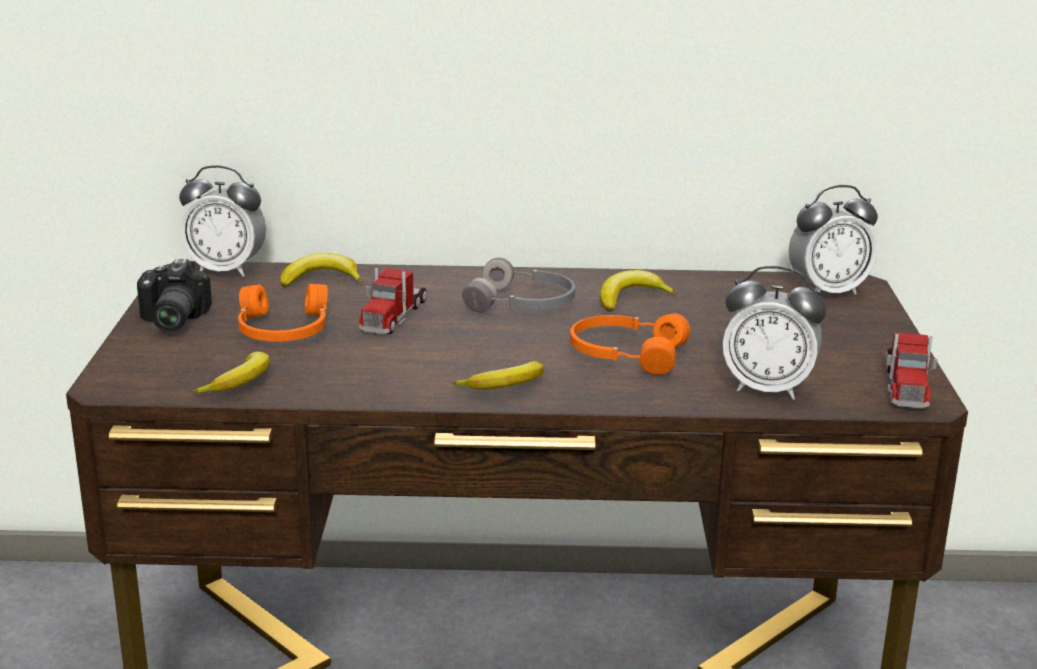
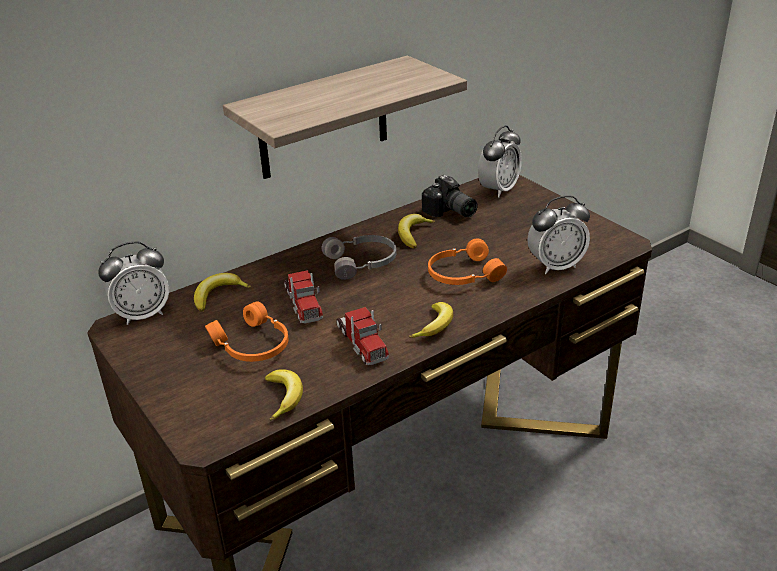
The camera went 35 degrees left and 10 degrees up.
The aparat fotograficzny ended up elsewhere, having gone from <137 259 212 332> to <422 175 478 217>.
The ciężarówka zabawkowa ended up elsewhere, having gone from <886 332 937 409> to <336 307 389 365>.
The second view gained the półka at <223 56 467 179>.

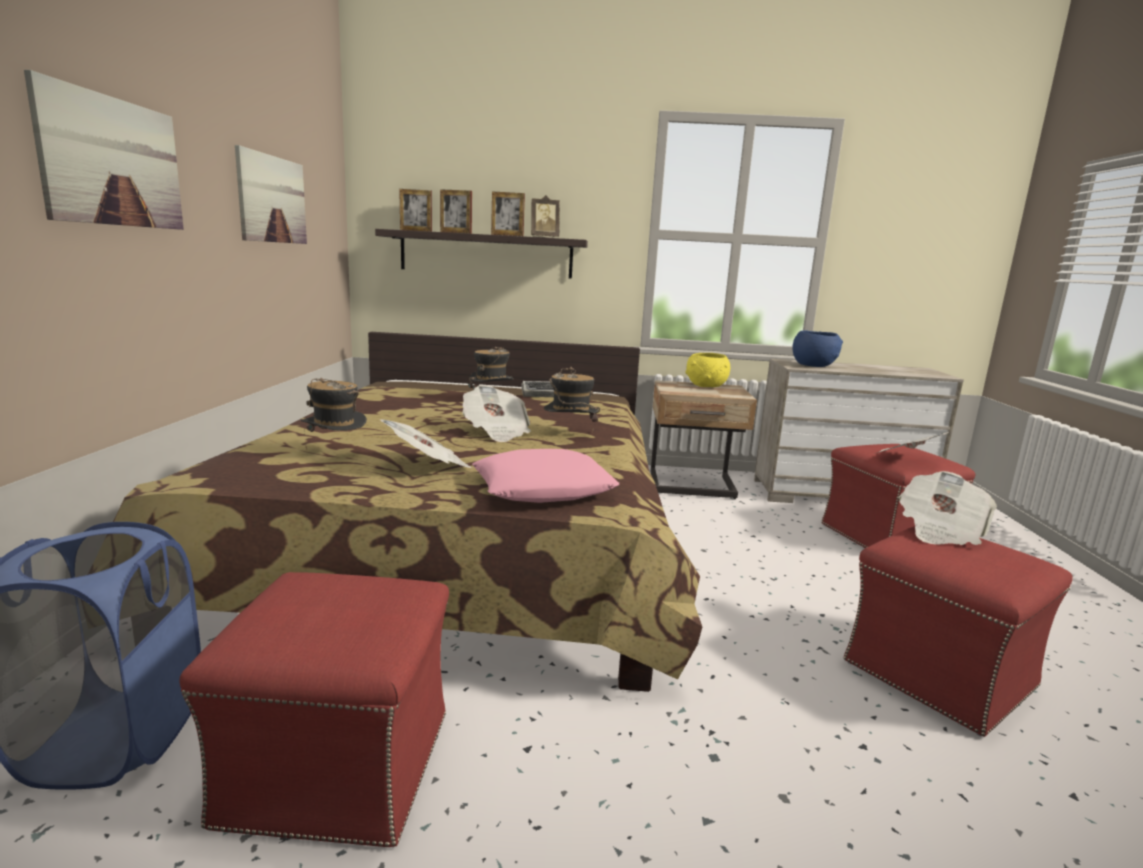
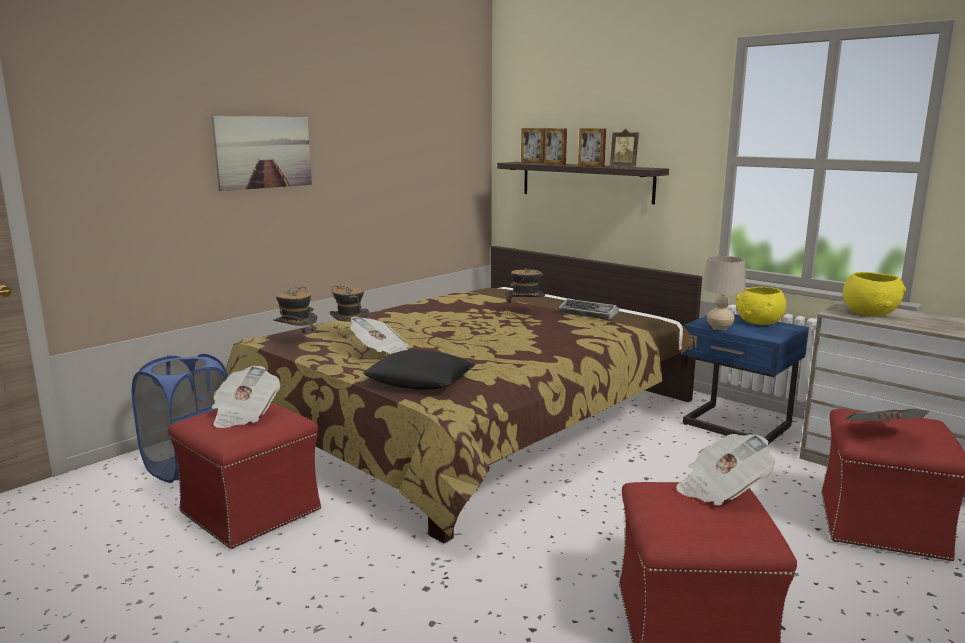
The camera went 40 degrees right and 0 degrees up.
The second view lost the obraz at <235 145 307 244>.
The gazeta ended up elsewhere, having gone from <462 385 531 442> to <211 366 280 428>.
What was the poduszka [różowy] at <472 449 619 503> turned into the poduszka [czarny] at <363 350 475 390>.
The kapelusz ended up elsewhere, having gone from <544 367 600 433> to <273 286 318 342>.
What was the szafka nocna [beżowy] at <651 380 757 499> turned into the szafka nocna [niebieski] at <681 314 809 444>.
What was the miska [niebieski] at <792 331 843 367> turned into the miska [żółty] at <843 272 906 316>.
The second view gained the lampa stołowa [beżowy] at <701 256 746 330>.

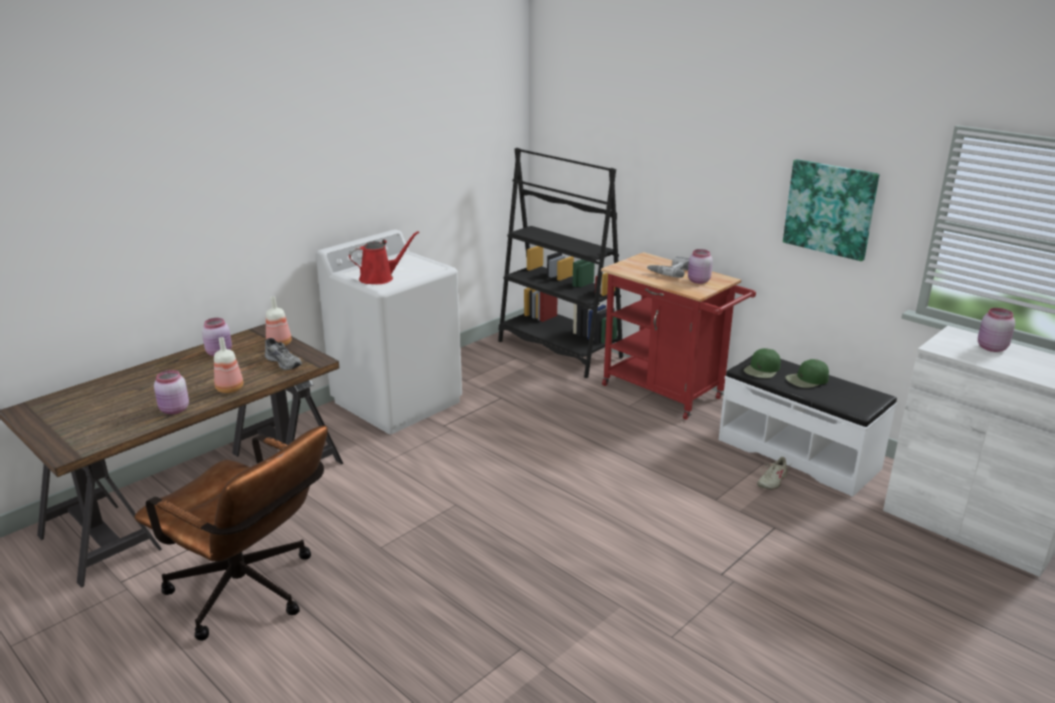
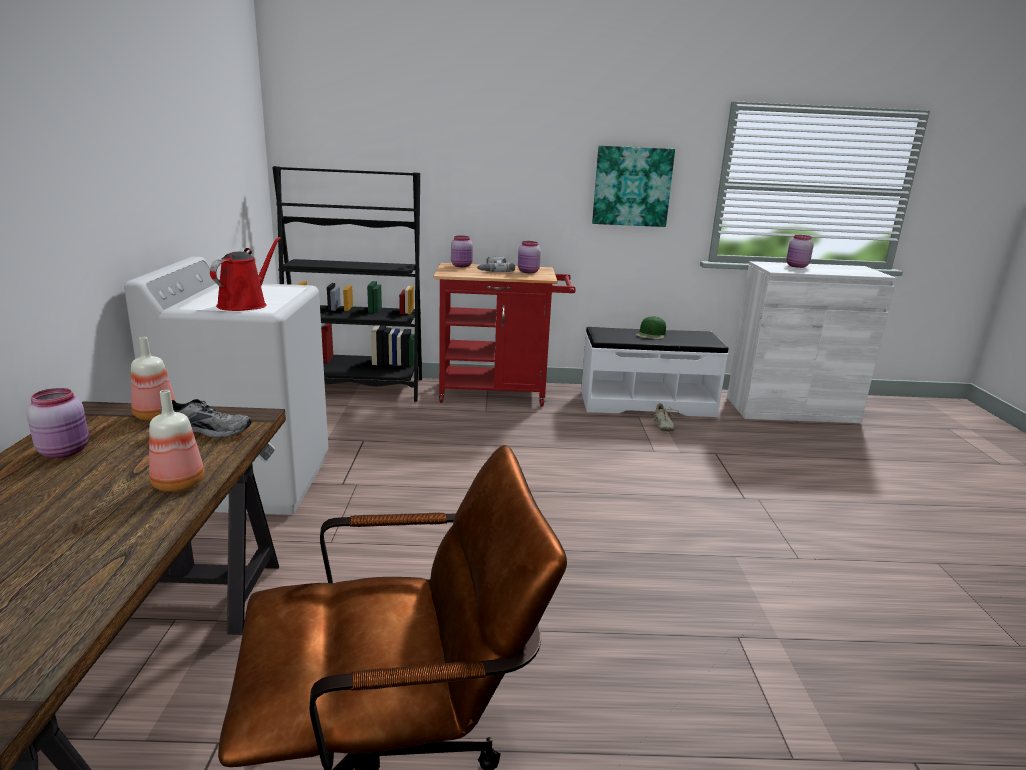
The camera went 45 degrees left and 5 degrees down.
The słoik [różowy] ended up elsewhere, having gone from <154 370 189 414> to <451 236 473 267>.
The second view lost the czapka z daszkiem [zielony] at <744 348 781 378>.

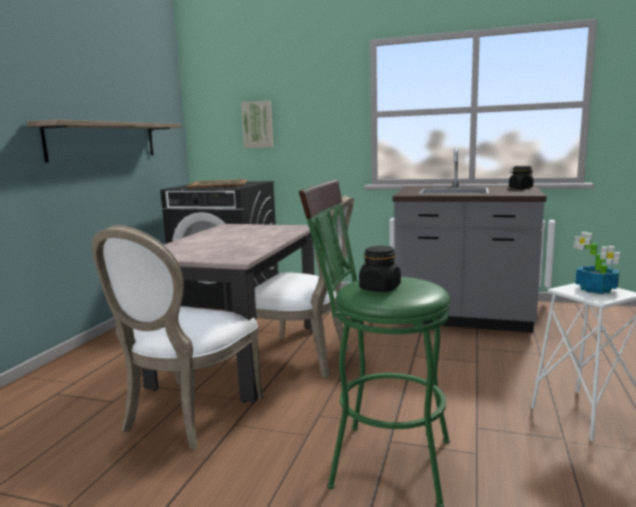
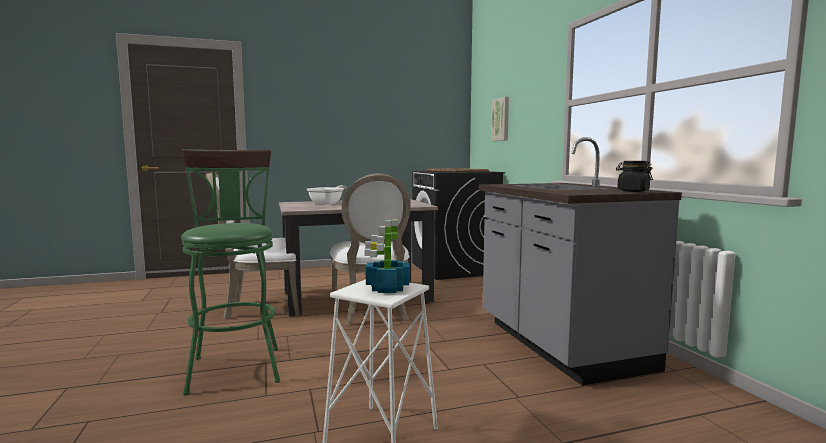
The camera went 55 degrees right and 5 degrees down.
The second view lost the półka at <27 120 181 163>.
The second view lost the słoik [czarny] at <359 246 401 292>.
The second view gained the patelnia at <307 185 347 205>.

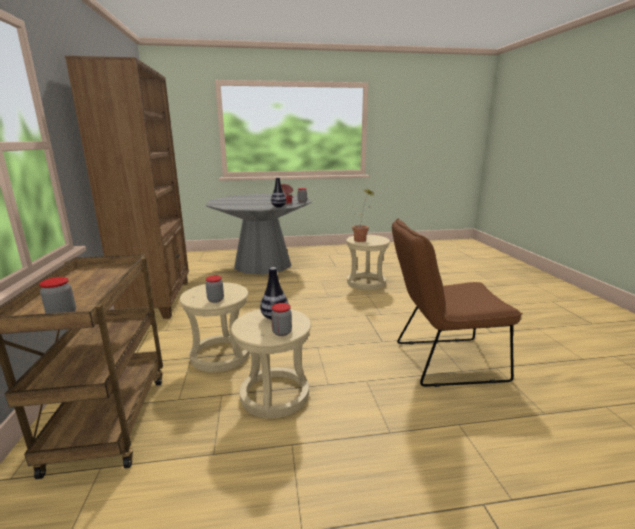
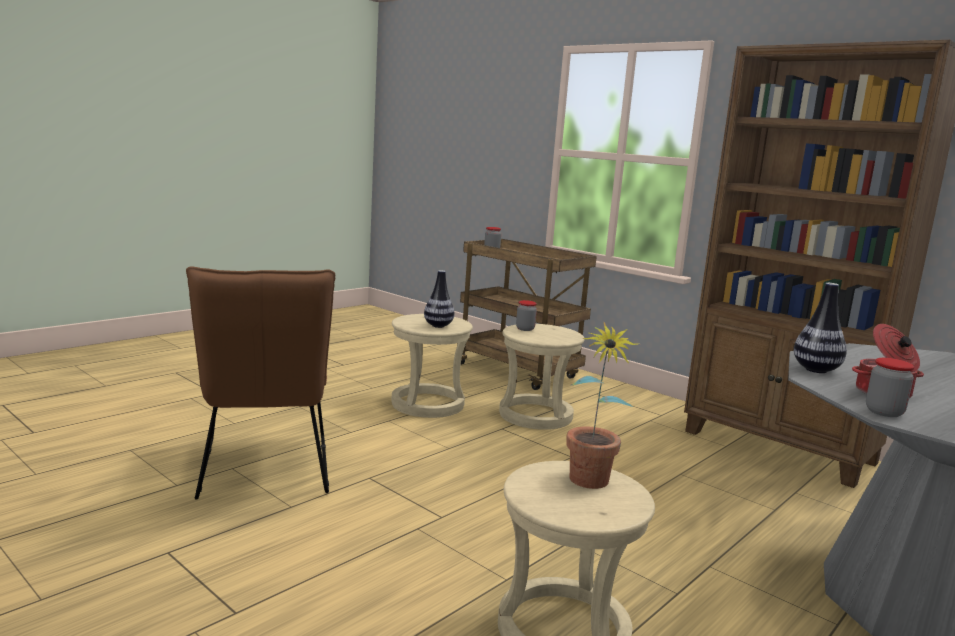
The camera went 140 degrees right and 5 degrees down.
The second view lost the słoik at <271 303 292 336>.
The krzesło [brązowy] at <392 218 523 387> ended up facing another way, 120 degrees clockwise from before.

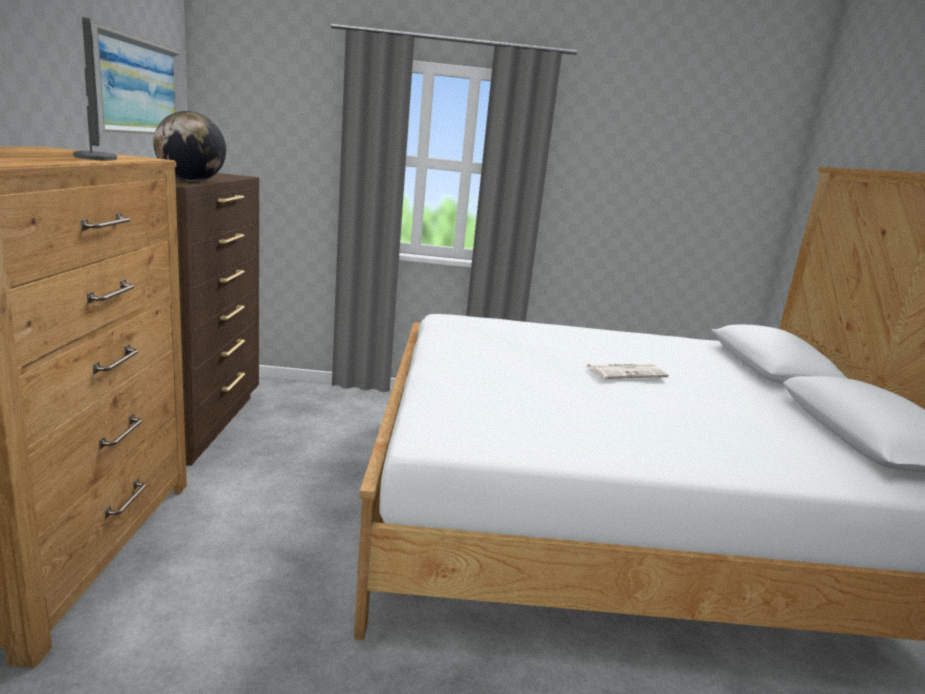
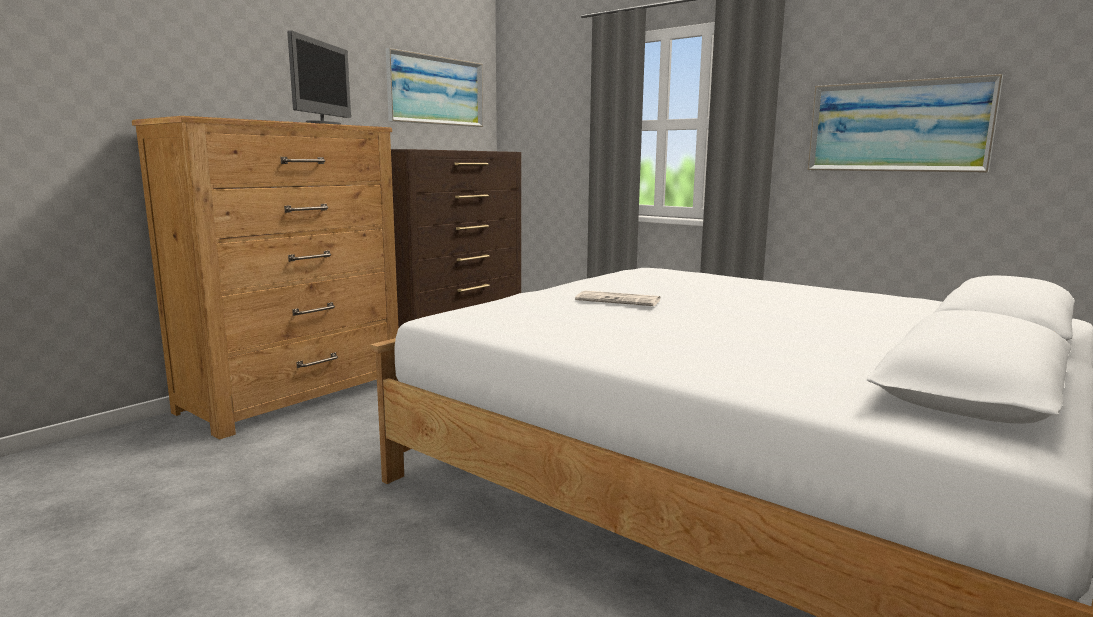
The camera went 40 degrees right and 5 degrees down.
The second view lost the globus at <153 111 226 182>.
The gazeta ended up elsewhere, having gone from <587 364 669 379> to <575 291 661 306>.
The second view gained the obraz at <807 74 1003 173>.

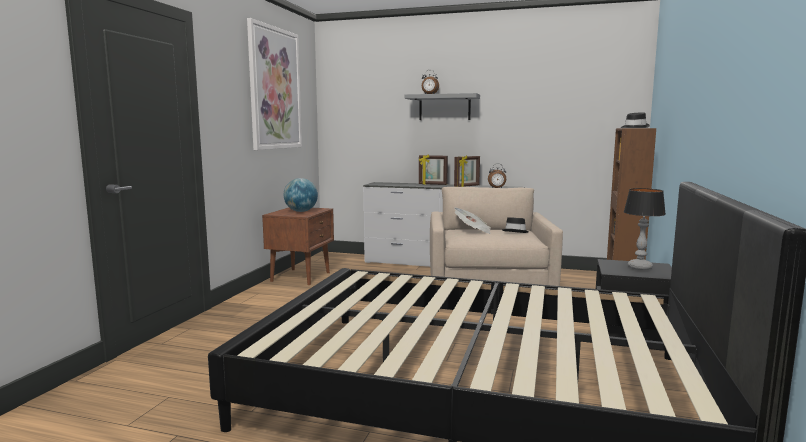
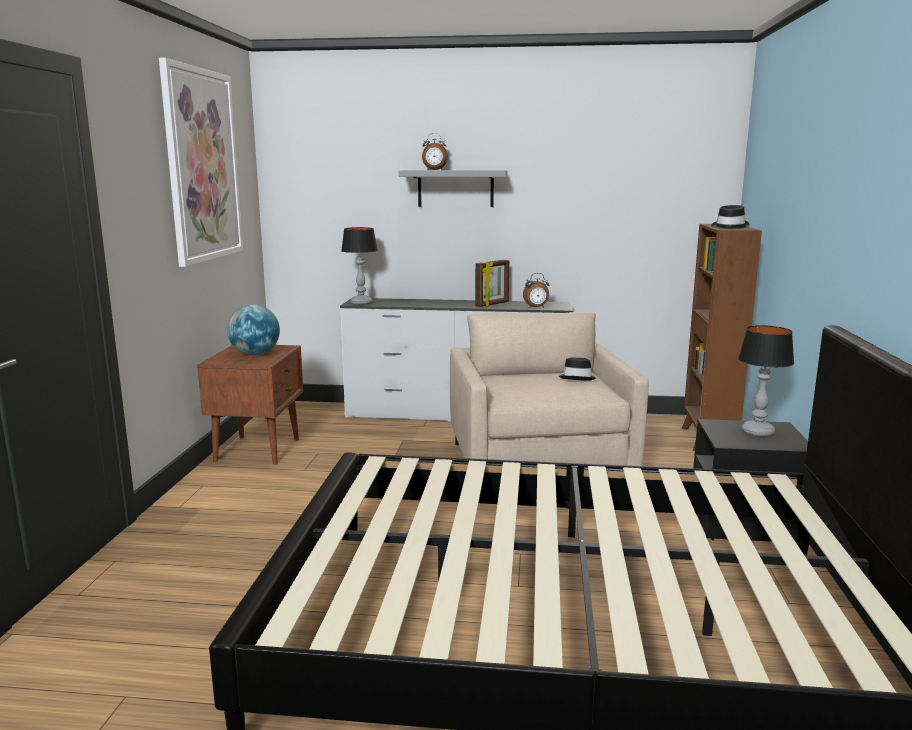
The camera went 10 degrees left and 5 degrees up.
The second view lost the ramka na zdjęcie at <419 154 448 185>.
The second view lost the gazeta at <454 207 491 234>.
The second view gained the lampa stołowa at <341 227 378 305>.

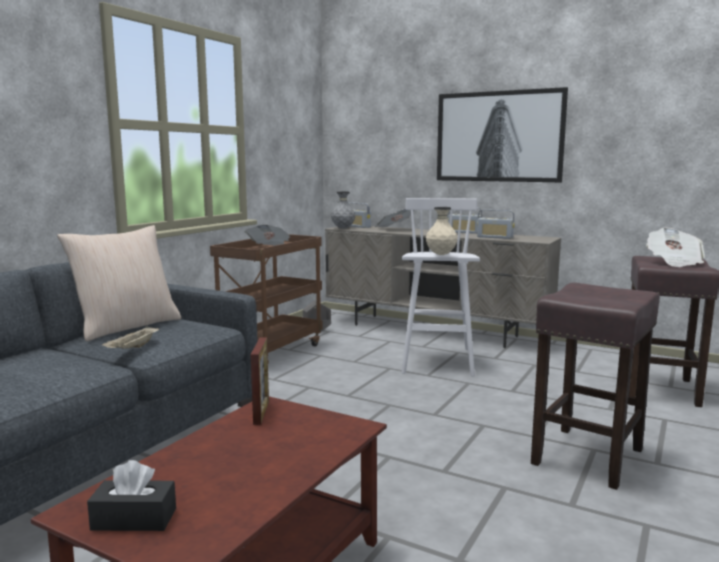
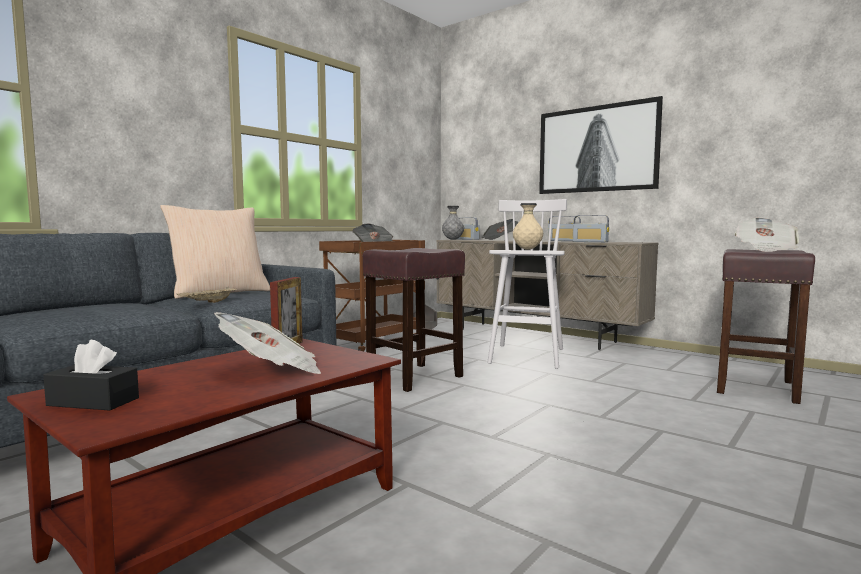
The camera went 10 degrees right and 5 degrees down.
The stołek [brązowy] ended up elsewhere, having gone from <531 283 660 490> to <363 248 465 392>.
The second view gained the gazeta at <214 312 321 374>.

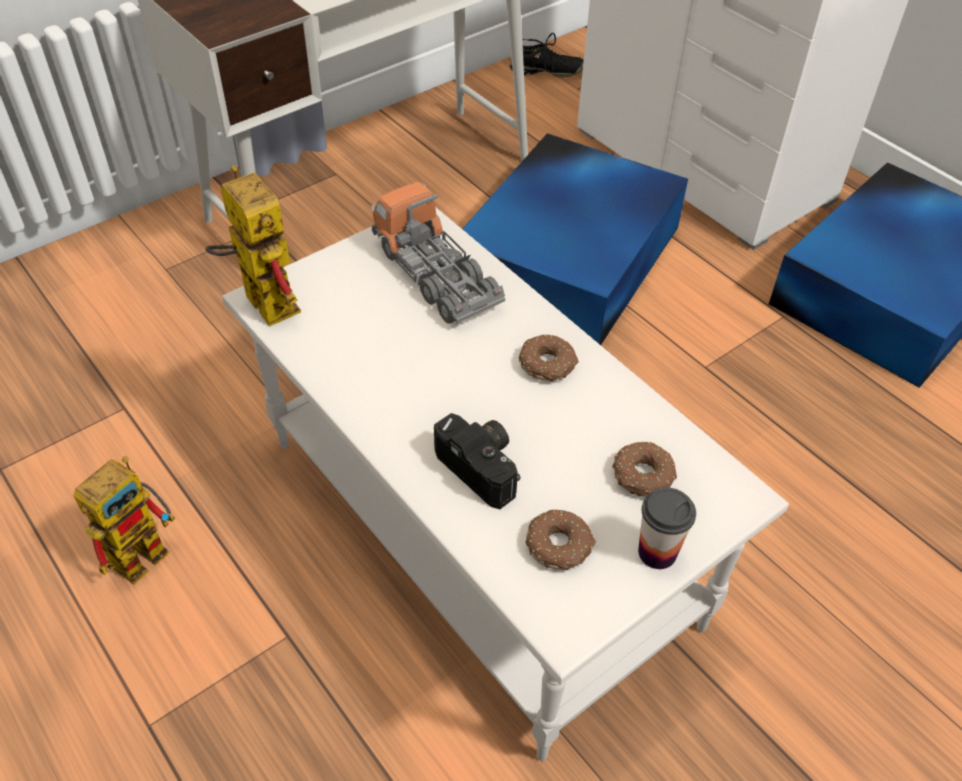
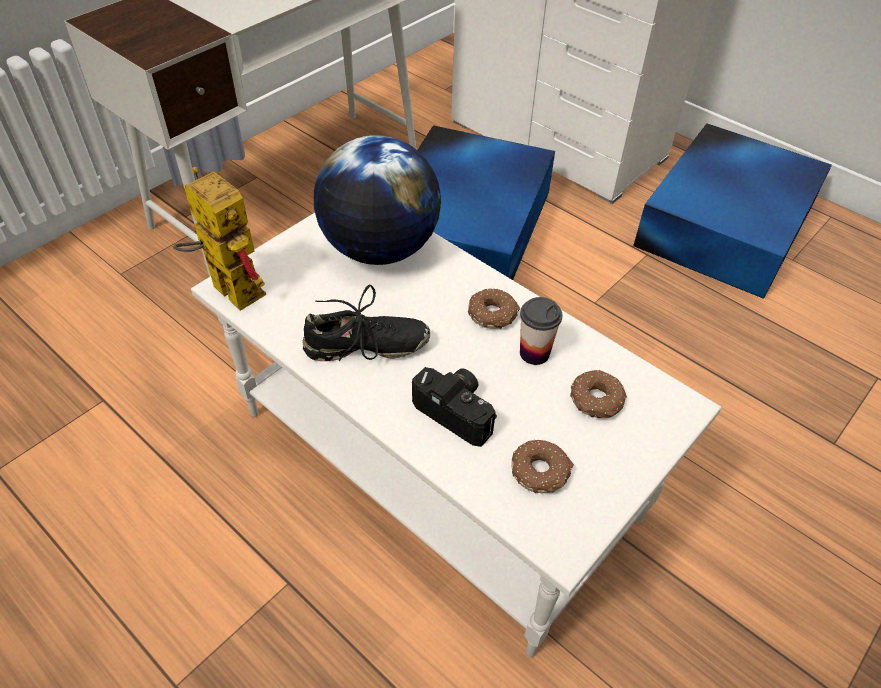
The camera went 10 degrees left and 0 degrees up.
The second view lost the robot zabawkowy at <73 456 175 585>.
Where the ciężarówka zabawkowa stood at <371 181 505 324>, the globus came to stand at <314 135 441 265>.
The but [czarny] ended up elsewhere, having gone from <510 33 584 78> to <302 285 430 361>.
The filiżanka ended up elsewhere, having gone from <638 488 696 569> to <520 297 563 365>.

